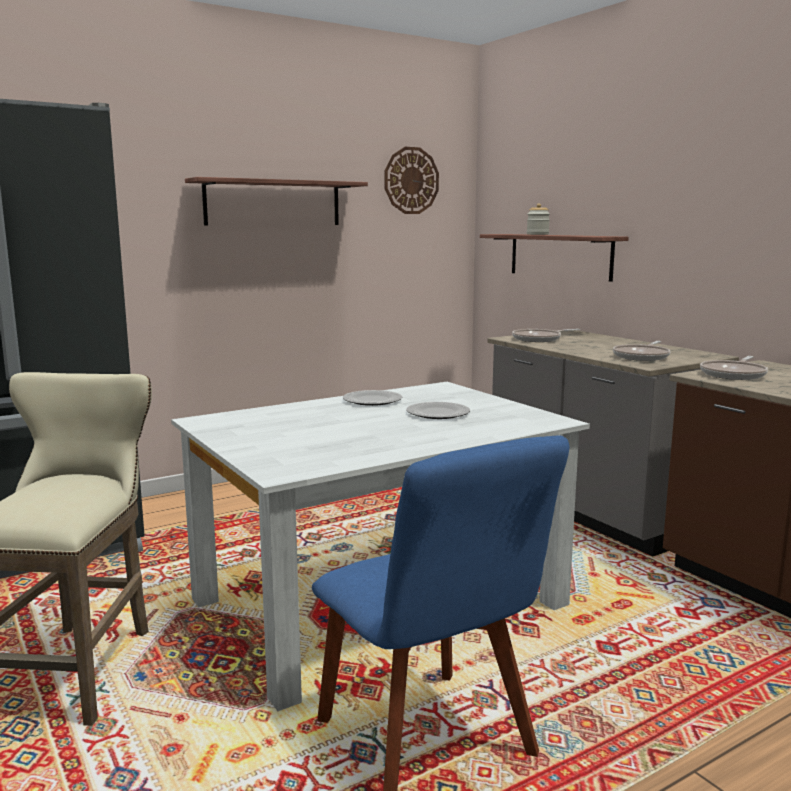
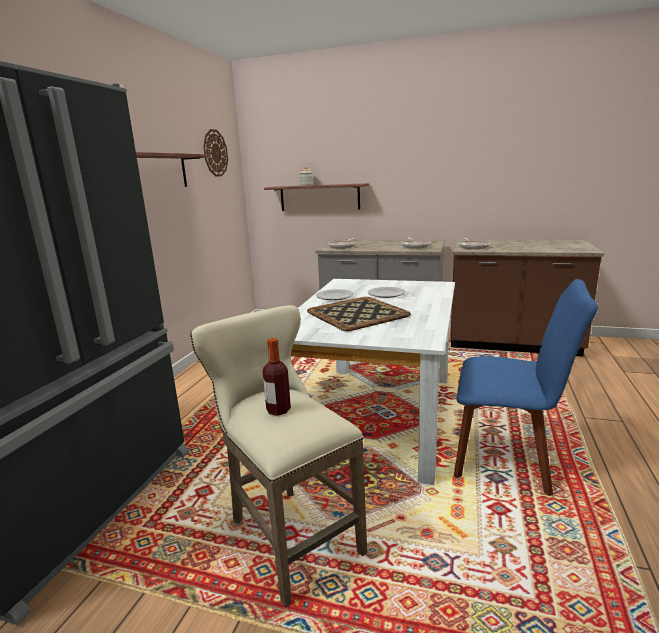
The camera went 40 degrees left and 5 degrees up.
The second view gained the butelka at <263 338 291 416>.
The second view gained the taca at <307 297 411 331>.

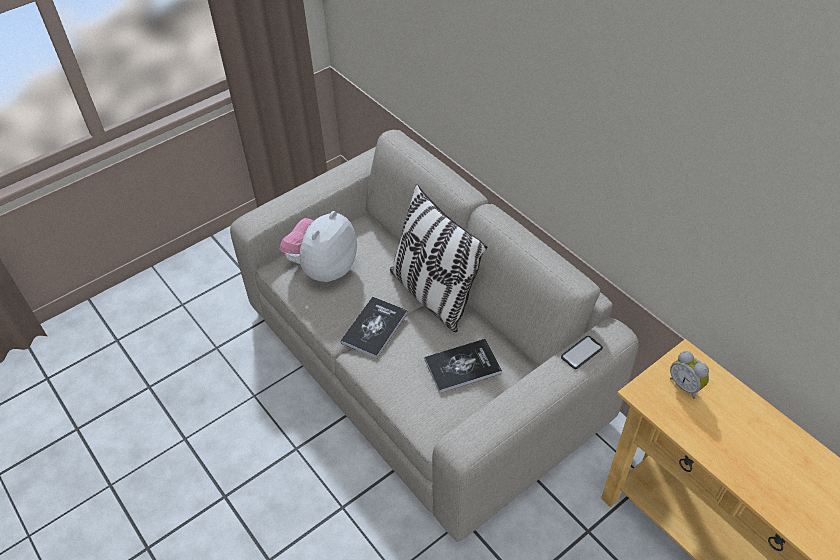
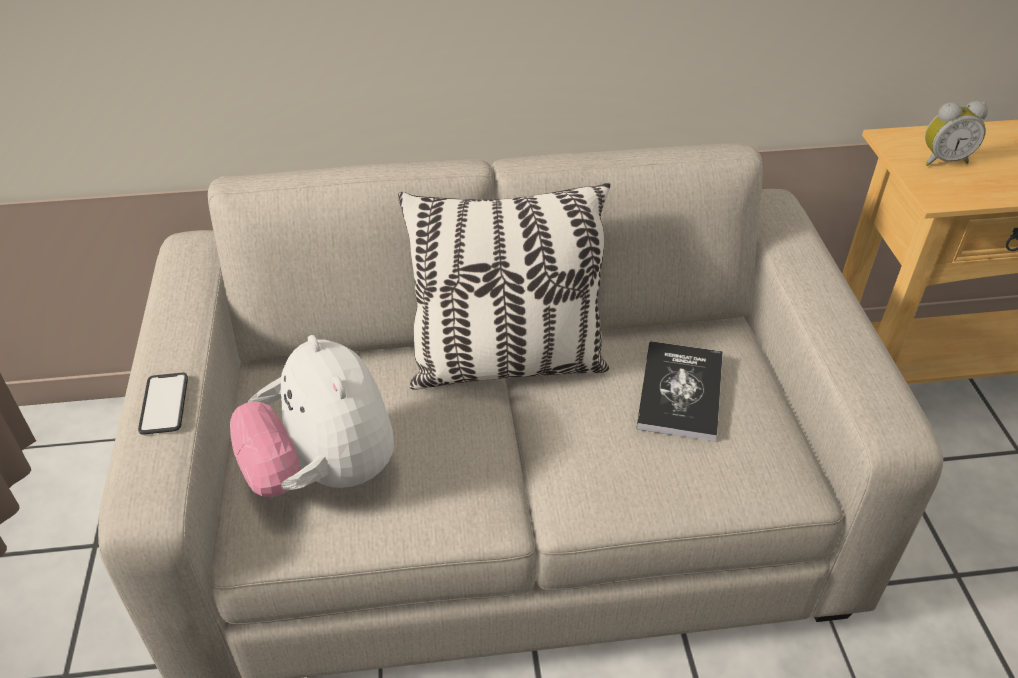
The camera went 60 degrees left and 5 degrees down.
The second view lost the książka at <340 297 408 358>.
The telefon ended up elsewhere, having gone from <561 336 603 369> to <138 373 188 435>.

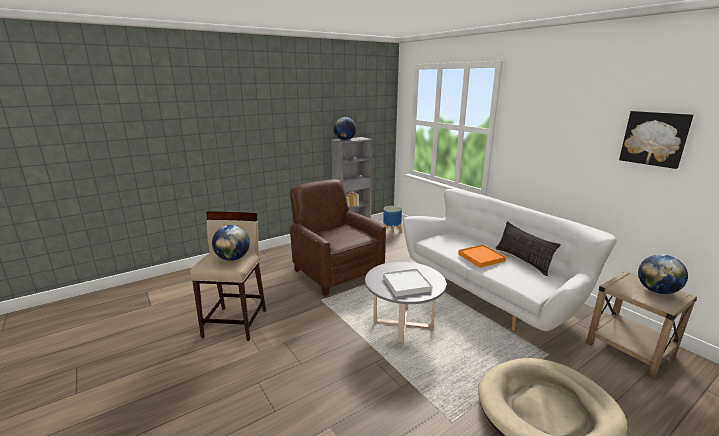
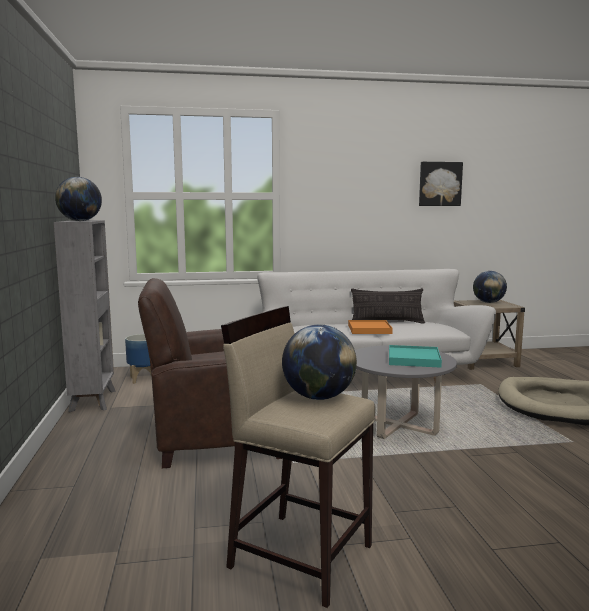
The camera went 65 degrees left and 10 degrees down.
What was the taca [biały] at <383 268 432 297> turned into the taca [turkusowy] at <389 345 442 368>.

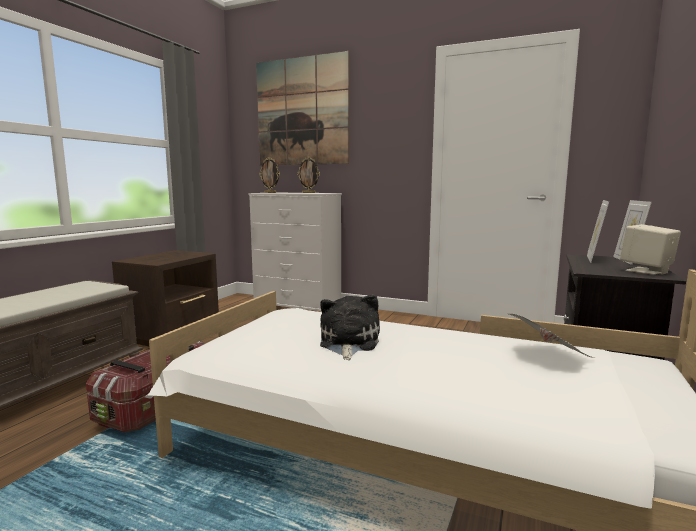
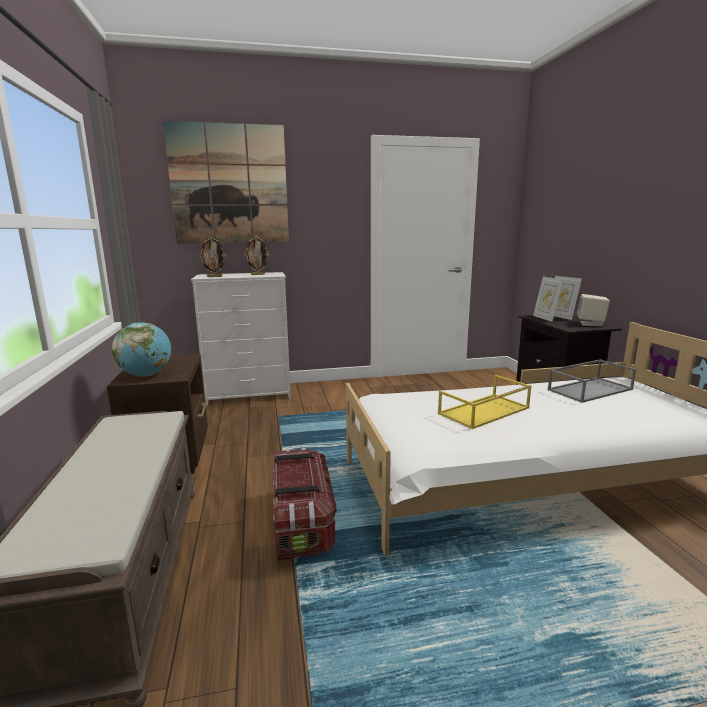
The camera went 35 degrees left and 5 degrees up.
Where the pluszak stood at <320 295 380 360>, the taca [żółty] came to stand at <438 375 532 429>.
Where the gazeta stood at <509 314 595 358>, the taca [szary] came to stand at <548 359 636 403>.
The second view gained the globus at <112 322 171 377>.

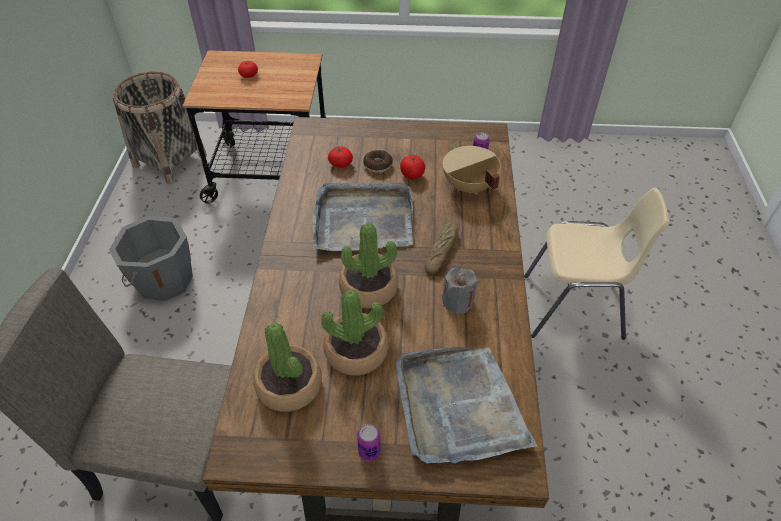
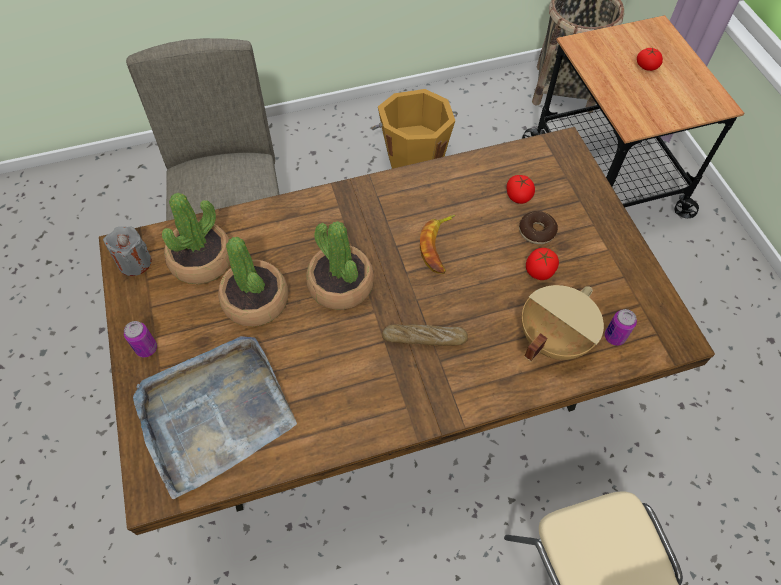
The camera went 70 degrees right and 10 degrees up.
What was the wiadro [szary] at <109 216 193 301> turned into the wiadro [pomarańczowy] at <372 89 458 169>.
Where the taca [szary] stood at <313 183 413 251>, the banan came to stand at <420 215 455 274>.
The świeca [szary] ended up elsewhere, having gone from <442 267 478 315> to <103 227 152 276>.

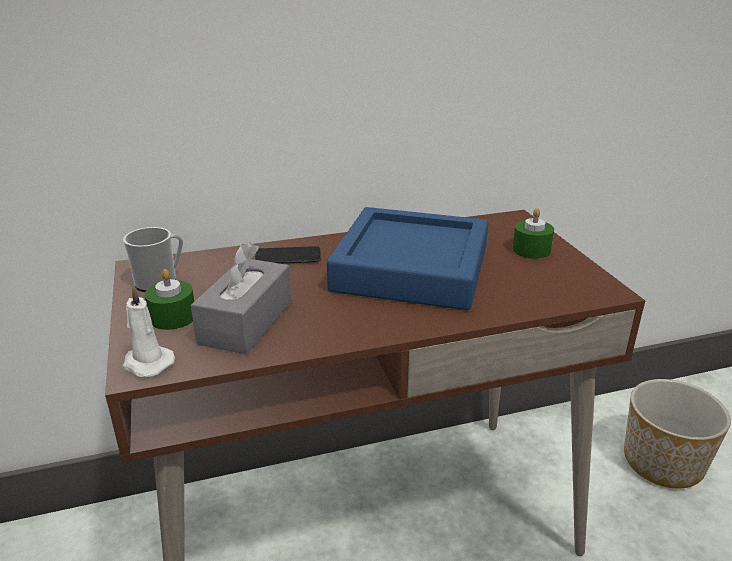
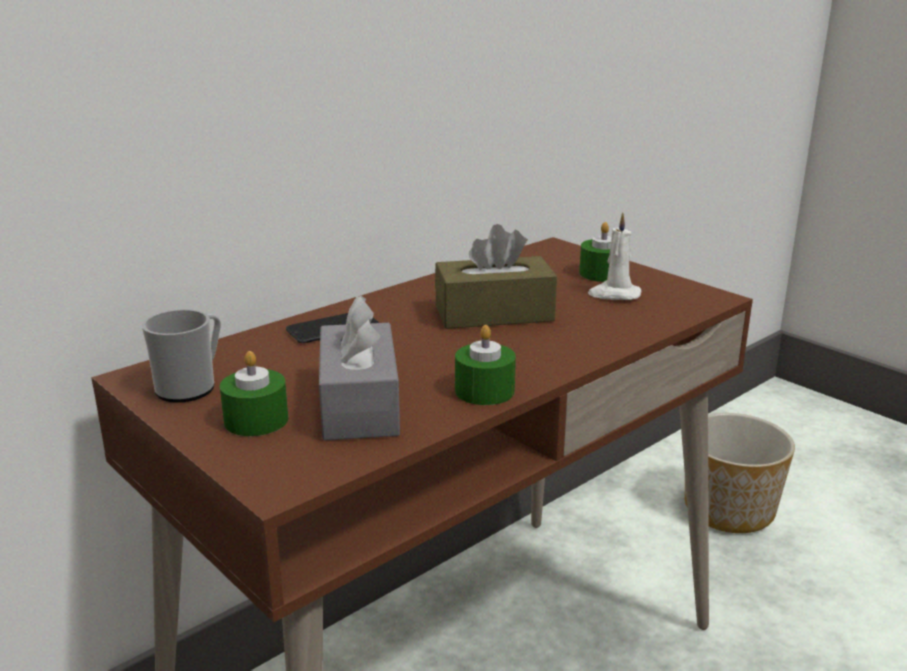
The camera went 25 degrees left and 5 degrees down.
The świeca [biały] ended up elsewhere, having gone from <122 285 175 377> to <588 212 641 300>.
Where the taca [niebieski] stood at <327 207 488 310>, the pudełko chusteczek [brązowy] came to stand at <435 224 557 329>.
The second view gained the świeca [zielony] at <455 325 516 405>.

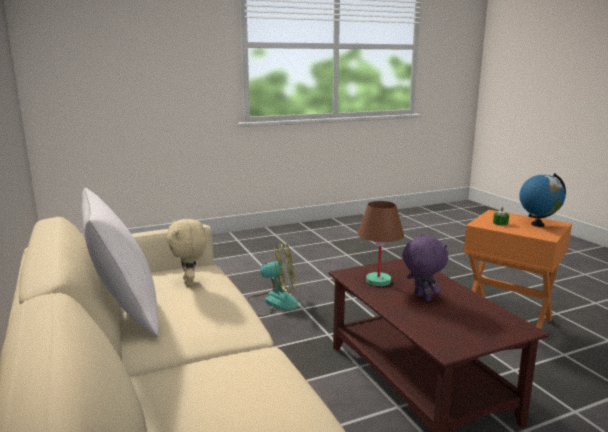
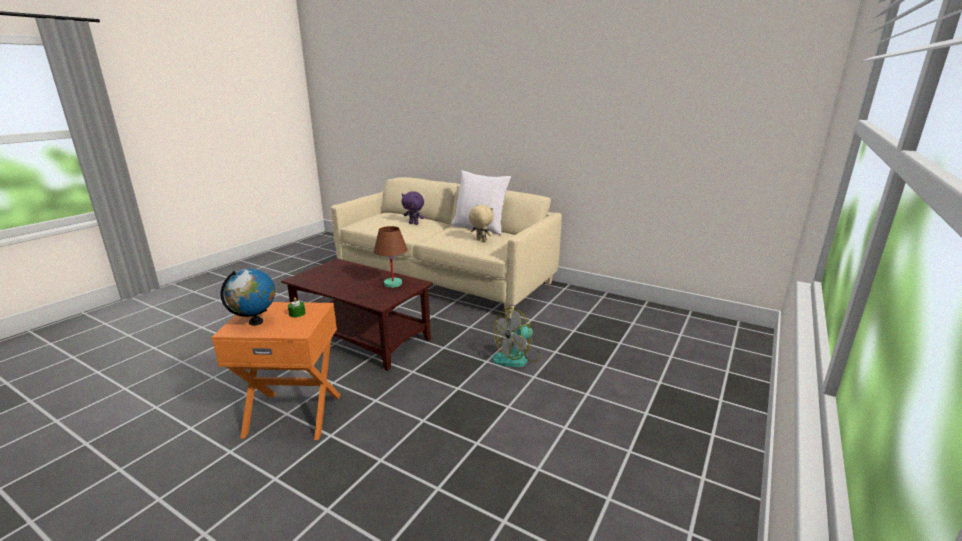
The camera went 145 degrees right and 5 degrees up.
The pluszak [fioletowy] ended up elsewhere, having gone from <402 234 448 301> to <402 191 424 225>.

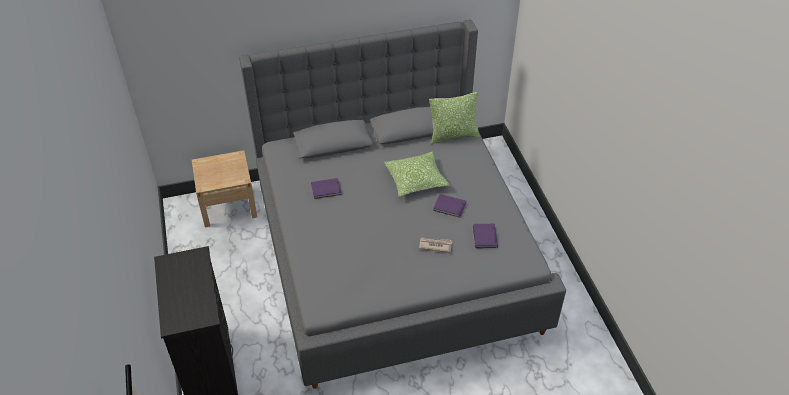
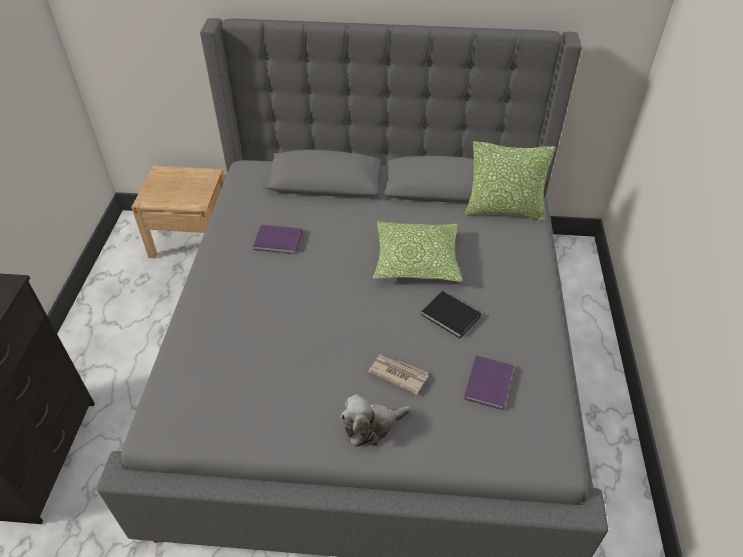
The camera went 20 degrees right and 0 degrees up.
What was the książka [fioletowy] at <433 194 466 218> turned into the książka [czarny] at <421 291 481 338>.
The second view gained the pluszak at <341 394 410 446>.

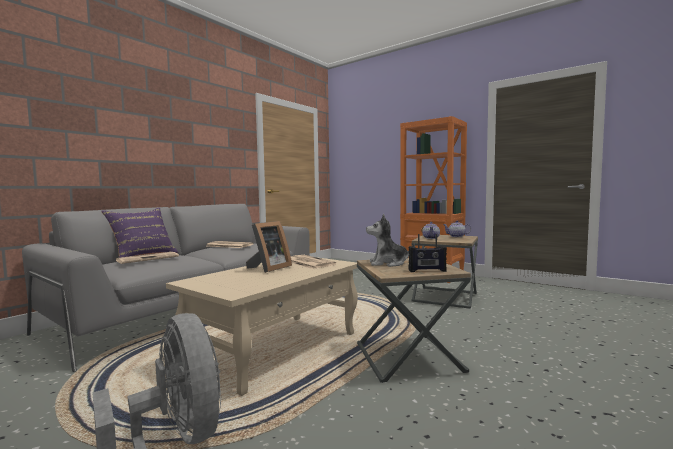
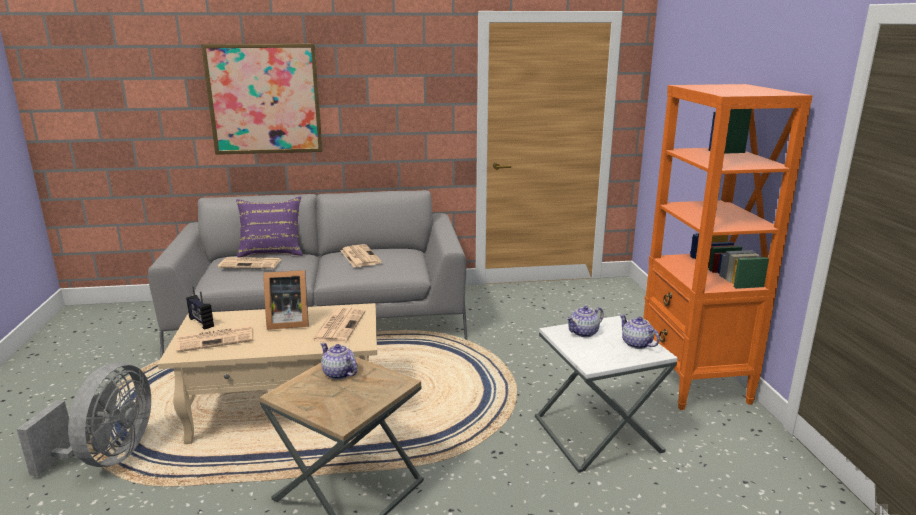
The camera went 45 degrees right and 15 degrees up.
Where the pluszak stood at <366 214 415 267>, the imbryk came to stand at <320 343 358 380>.
The radio ended up elsewhere, having gone from <408 234 447 272> to <186 287 214 330>.
What was the stolik [brązowy] at <411 235 478 309> turned into the stolik [biały] at <535 316 677 472>.
The second view gained the gazeta at <176 325 253 352>.
The second view gained the obraz at <201 43 323 155>.

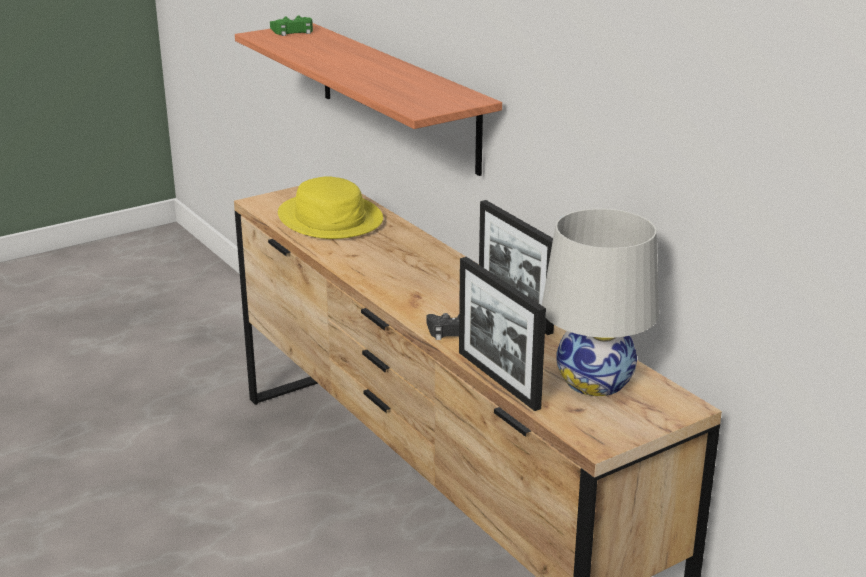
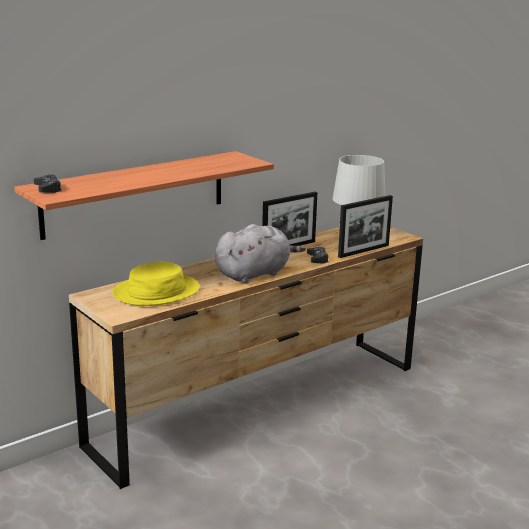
The camera went 95 degrees left and 5 degrees down.
What was the pad do gier [zielony] at <270 16 313 36> turned into the pad do gier [czarny] at <34 174 62 193>.
The second view gained the pluszak [szary] at <215 224 306 284>.

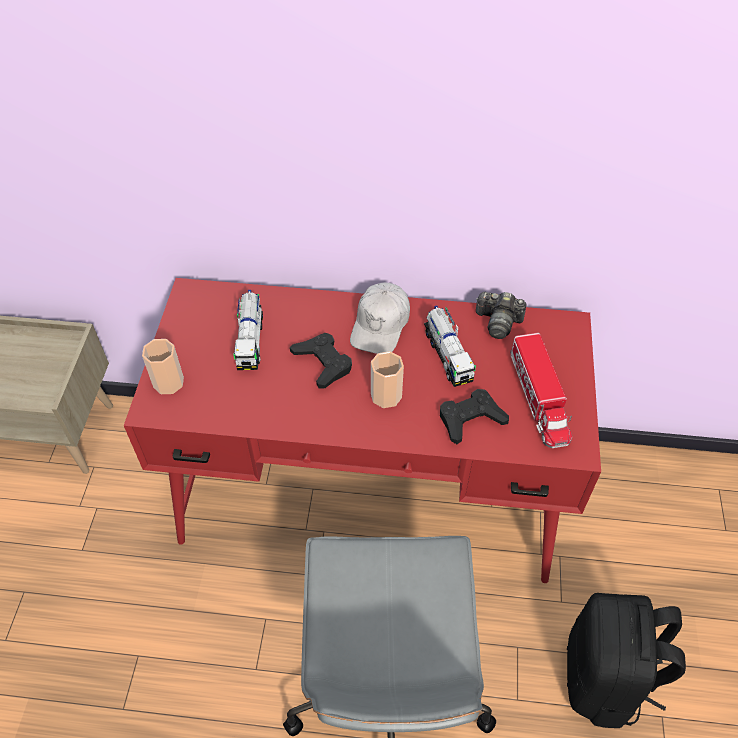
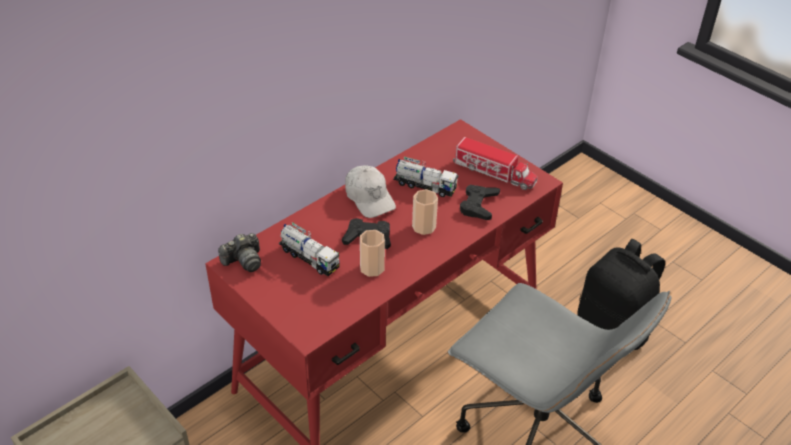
The camera went 50 degrees left and 10 degrees down.
The filiżanka ended up elsewhere, having gone from <142 339 184 394> to <360 230 385 277>.
The aparat fotograficzny ended up elsewhere, having gone from <476 292 527 339> to <218 233 261 272>.

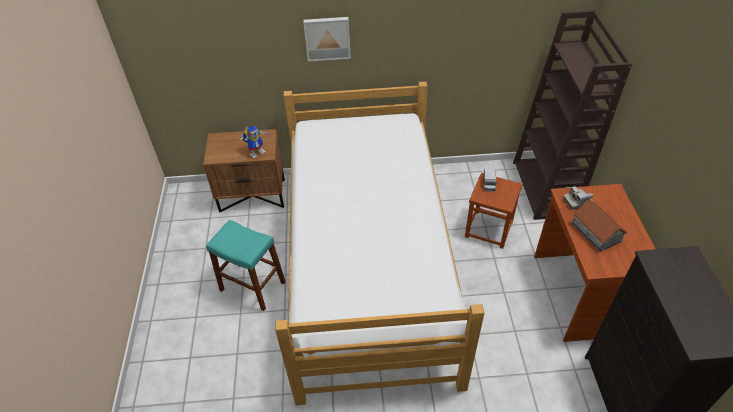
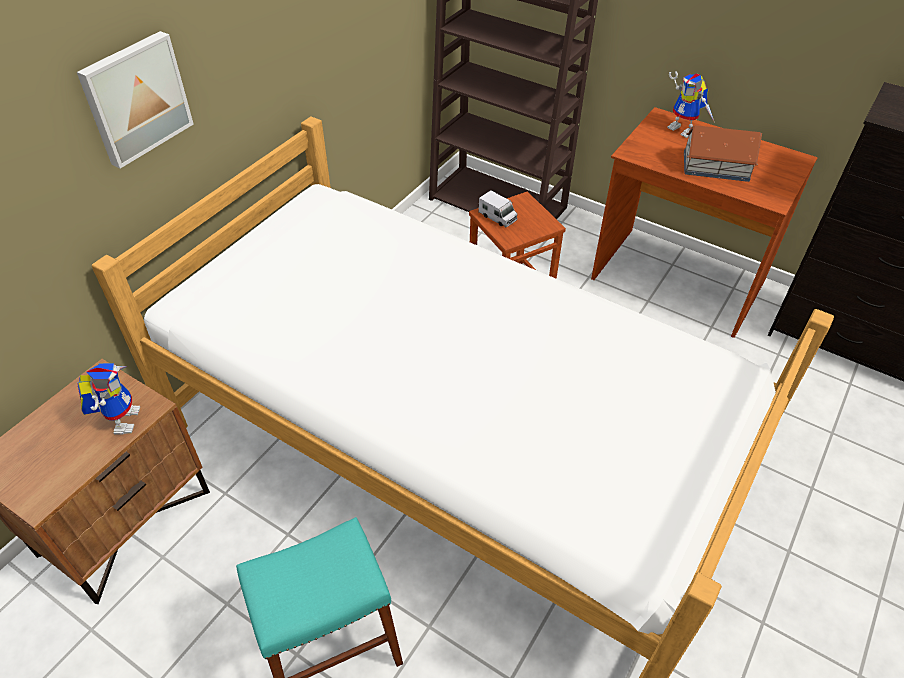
The camera went 55 degrees left and 0 degrees up.
The second view lost the aparat fotograficzny at <563 186 593 210>.
The second view gained the robot zabawkowy at <667 71 715 138>.

